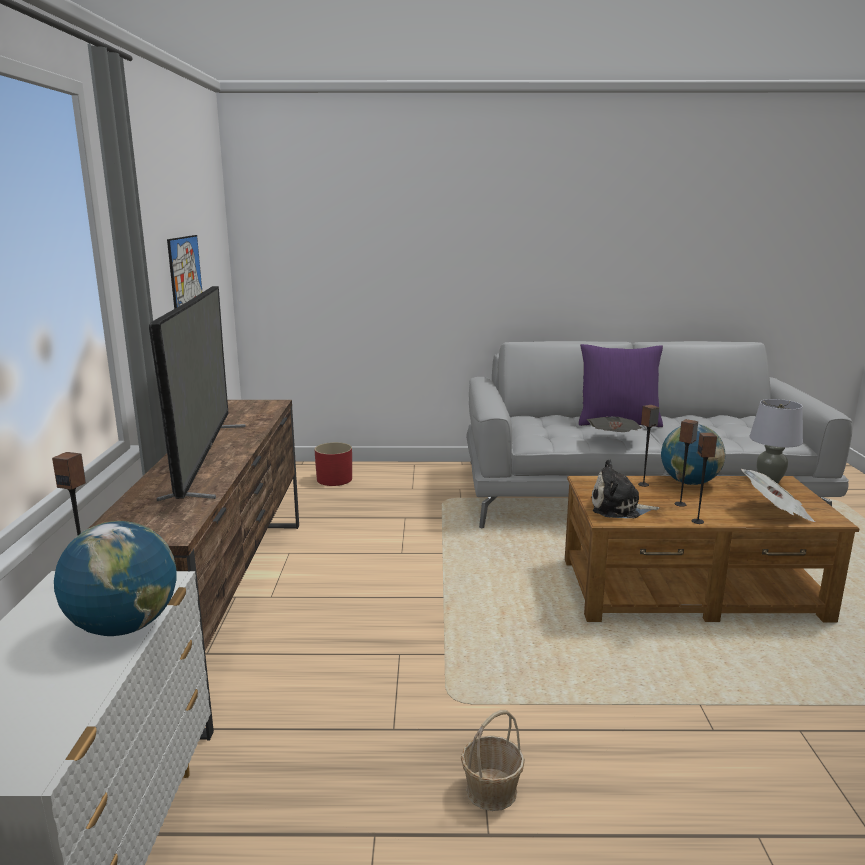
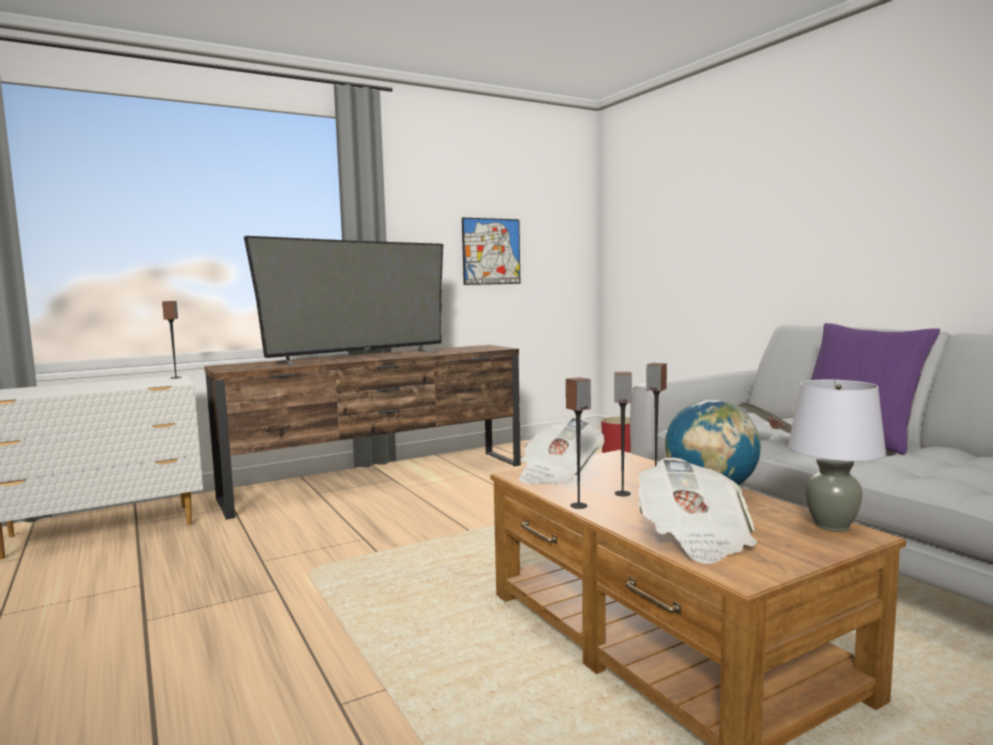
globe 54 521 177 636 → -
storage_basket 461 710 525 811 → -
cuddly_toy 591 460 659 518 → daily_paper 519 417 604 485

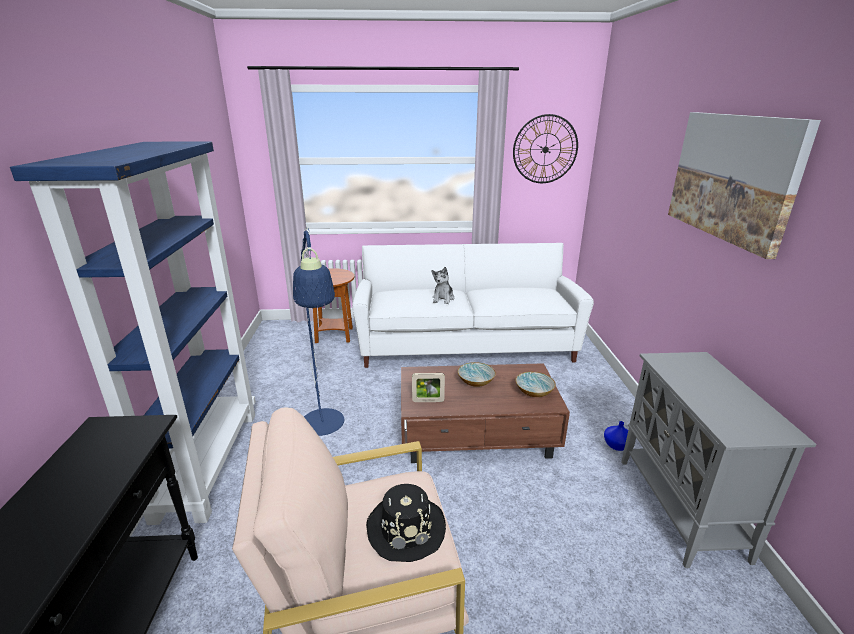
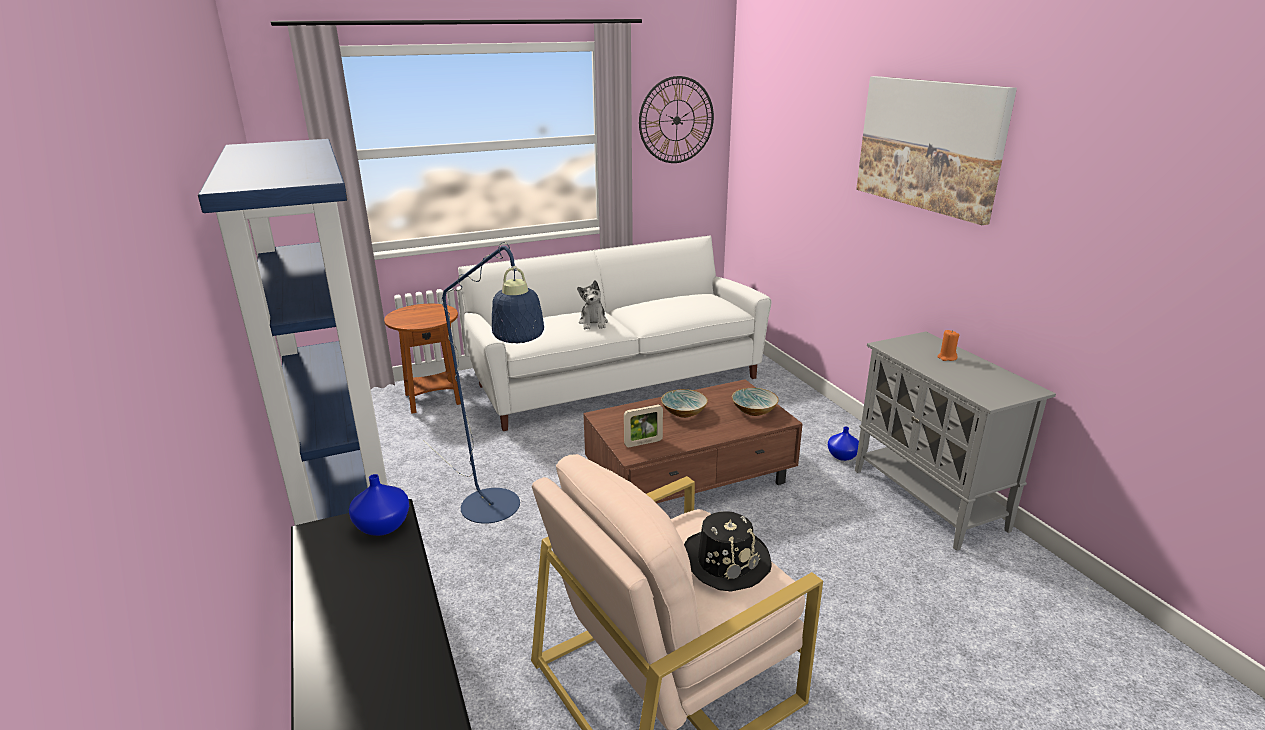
- → blue-coloured_vase 349 474 409 536
- → orangey_wax_candle 937 330 959 361

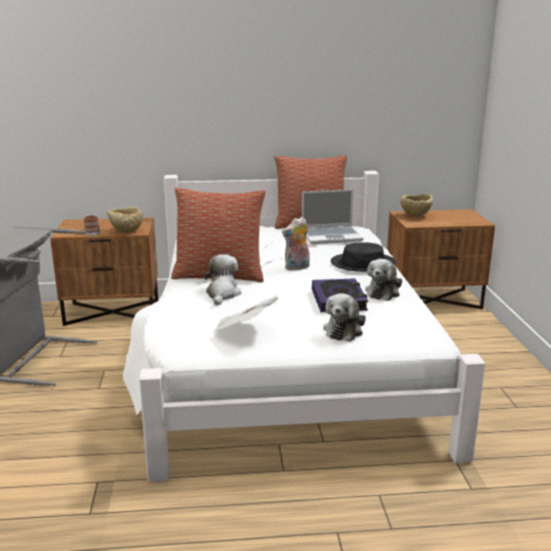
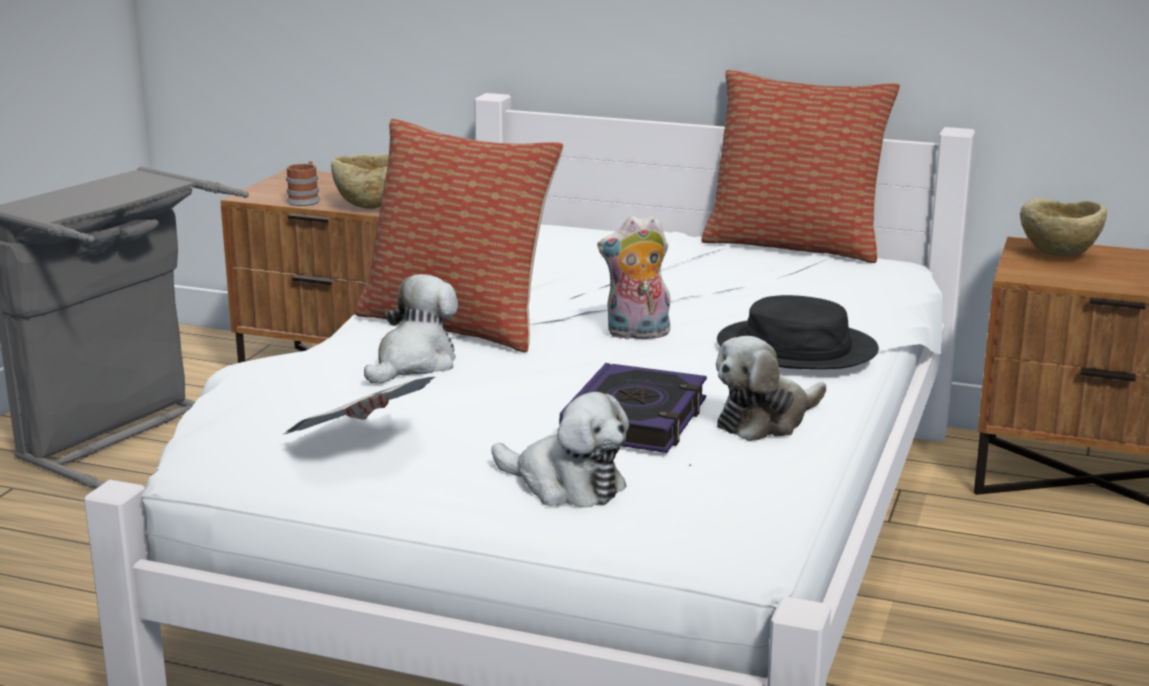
laptop 302 189 363 244 → -
cuddly_toy 323 293 366 342 → cuddly_toy 491 392 629 507, 105 degrees counterclockwise

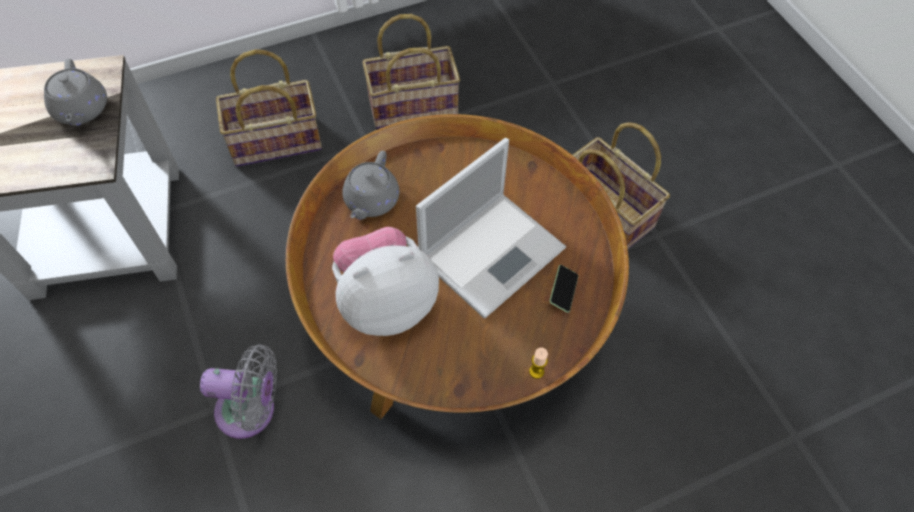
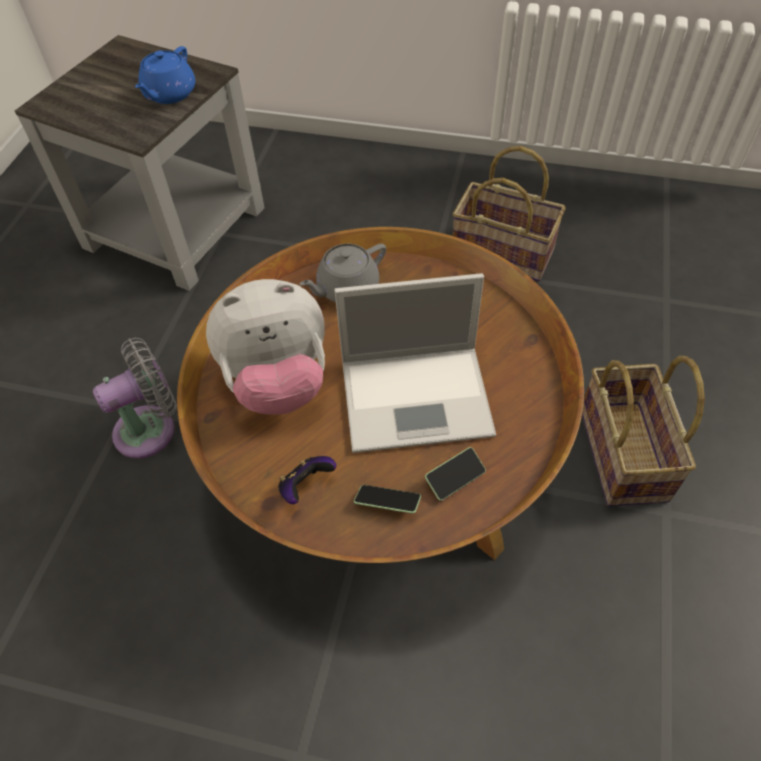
storage_basket 216 49 322 167 → -
wax_candle 529 347 548 379 → -
- → game_controller 278 456 336 504
- → phone 354 485 421 513
gray_teapot 44 59 107 126 → blue-coloured_teapot 135 46 195 104
gray_fan 200 344 277 439 → gray_fan 93 338 177 458, 75 degrees counterclockwise
cuddly_toy 332 227 439 336 → cuddly_toy 206 279 325 415, 150 degrees clockwise

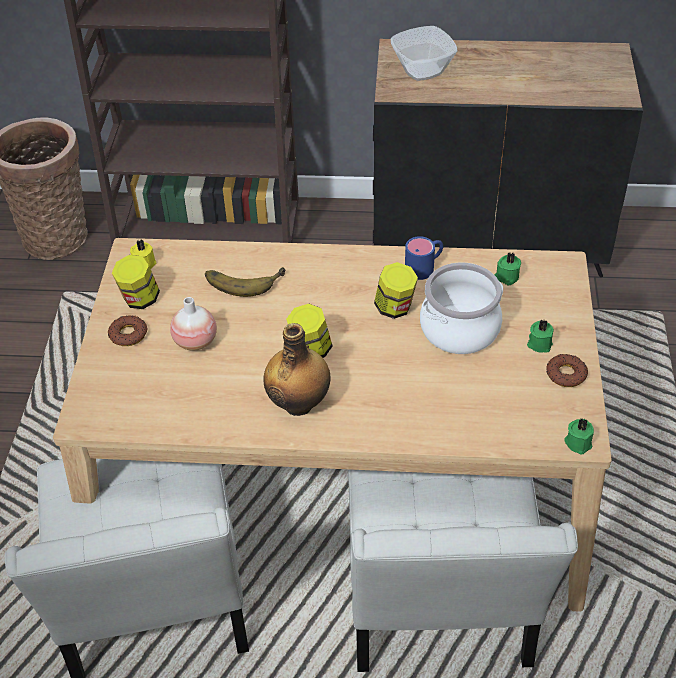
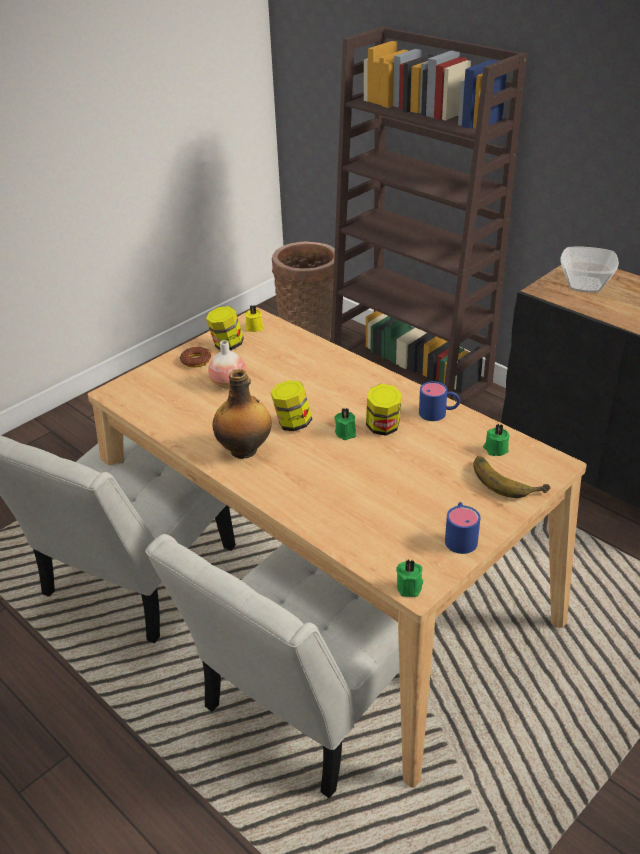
cooking_pot 420 262 503 354 → -
whole_banana 205 267 285 297 → whole_banana 473 456 550 498, shifted
green_wax_candle 527 319 554 353 → green_wax_candle 334 408 356 440, shifted
ring_doughnut 546 354 588 387 → blue-coloured_mug 445 502 480 554

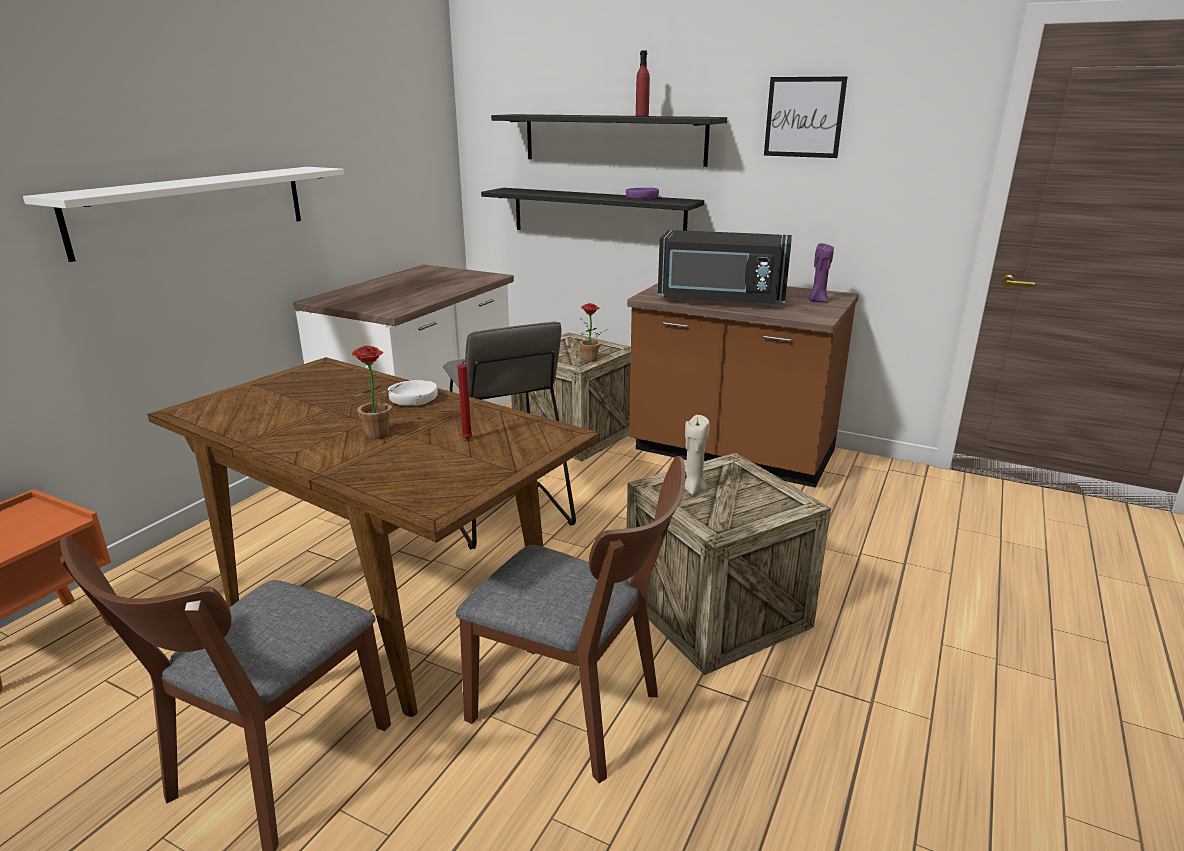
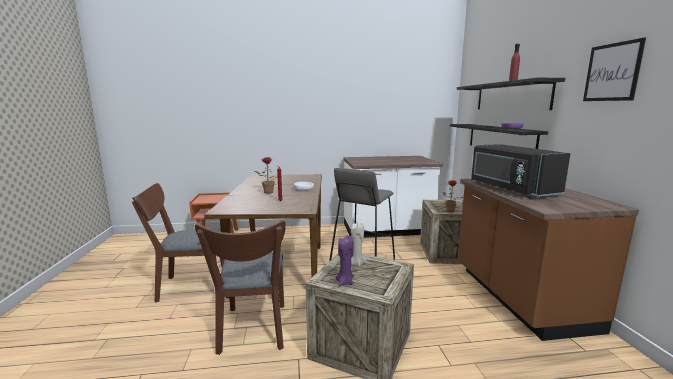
white_bracket_shelf 23 167 344 262 → -
purple-coloured_wax_candle 809 243 834 302 → purple-coloured_wax_candle 336 235 353 286, shifted

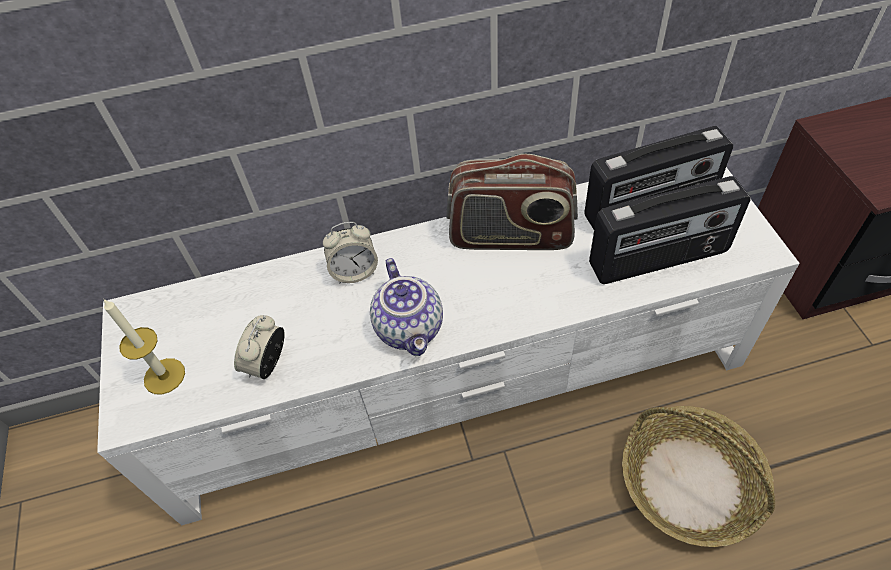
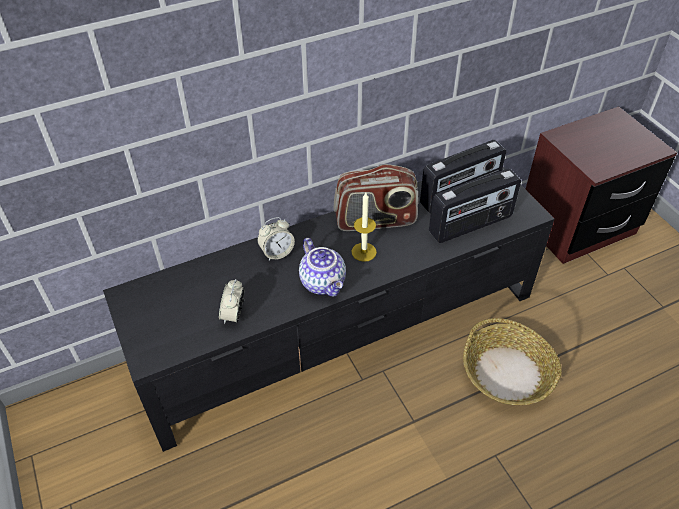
wax_candle 104 300 185 394 → wax_candle 351 193 377 262, shifted
white_tv_unit 97 167 800 525 → black-coloured_tv_unit 103 167 554 452

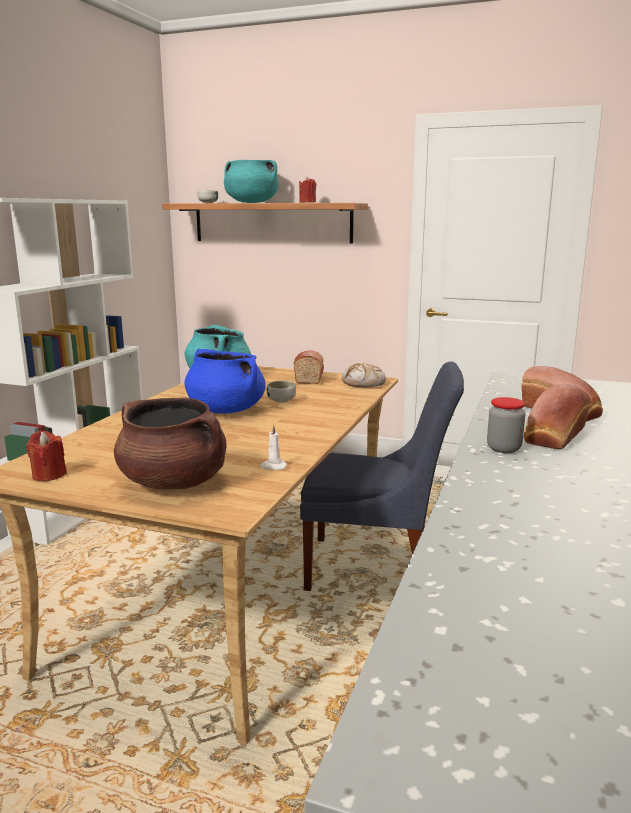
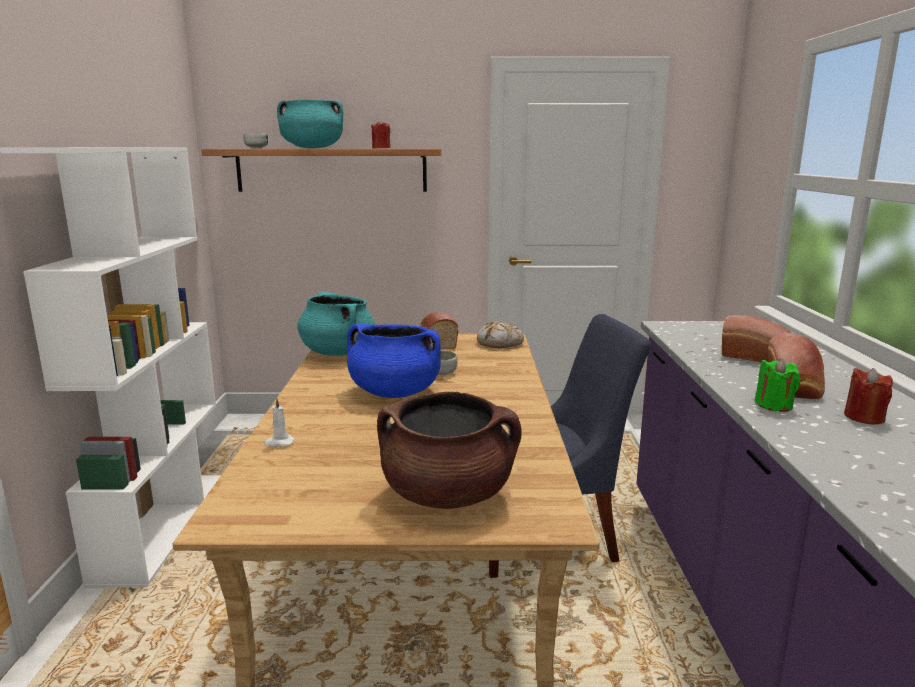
red-coloured_wax_candle 26 431 67 481 → red-coloured_wax_candle 844 368 893 424, shifted
white_wax_candle 260 424 287 470 → white_wax_candle 264 398 295 447, shifted
preserve_jar 487 397 525 453 → green_wax_candle 755 358 800 412

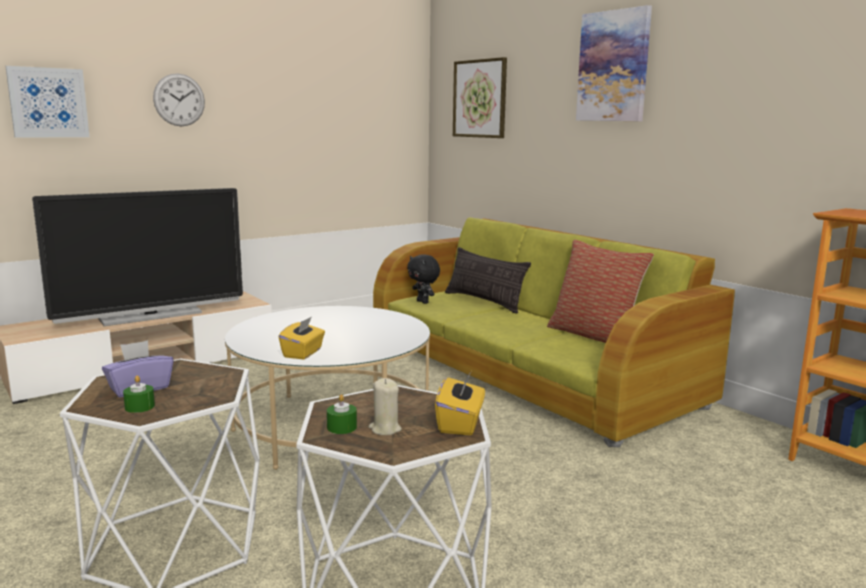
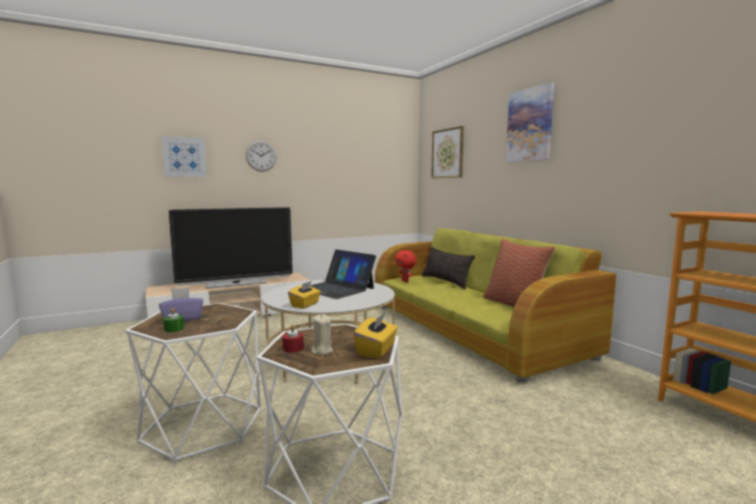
- → laptop 310 249 376 299
green_wax_candle 327 394 357 434 → red-coloured_wax_candle 282 325 304 353
black-coloured_cuddly_toy 407 254 440 304 → red-coloured_cuddly_toy 395 250 416 282

